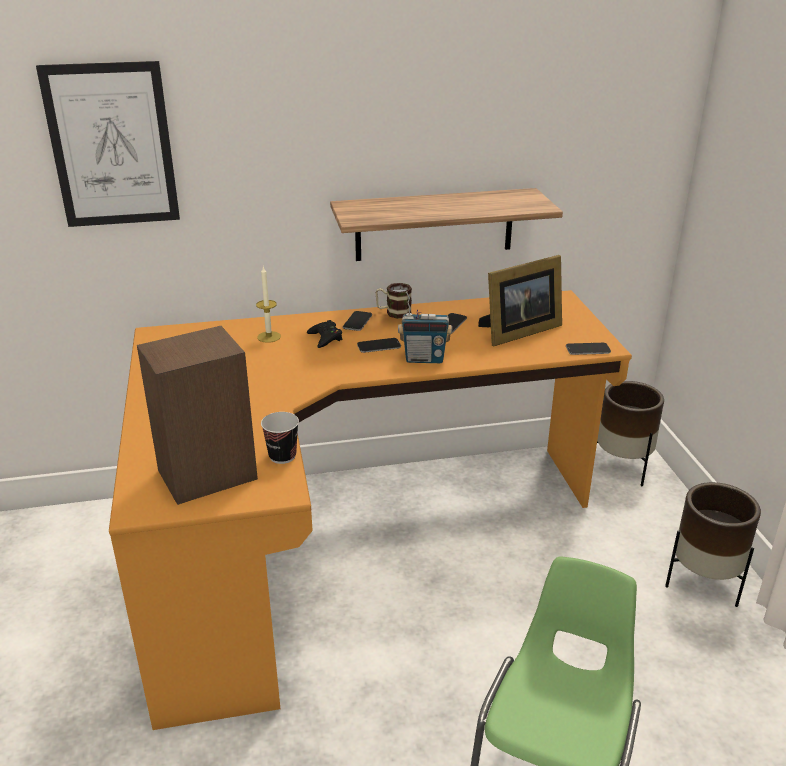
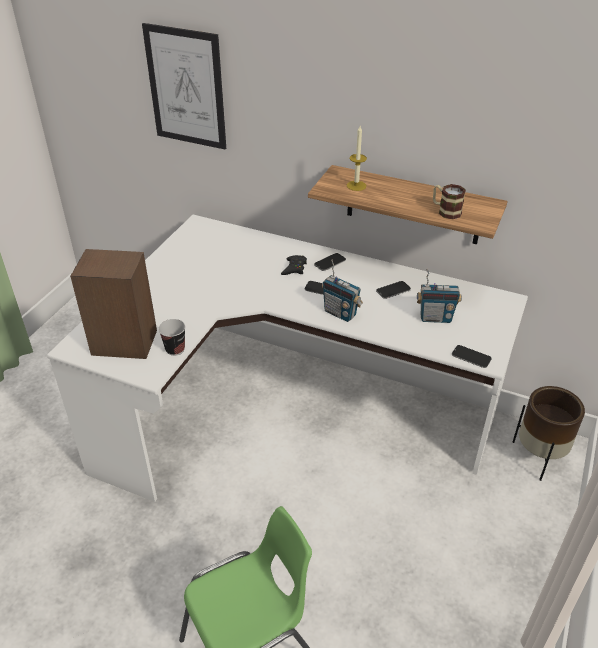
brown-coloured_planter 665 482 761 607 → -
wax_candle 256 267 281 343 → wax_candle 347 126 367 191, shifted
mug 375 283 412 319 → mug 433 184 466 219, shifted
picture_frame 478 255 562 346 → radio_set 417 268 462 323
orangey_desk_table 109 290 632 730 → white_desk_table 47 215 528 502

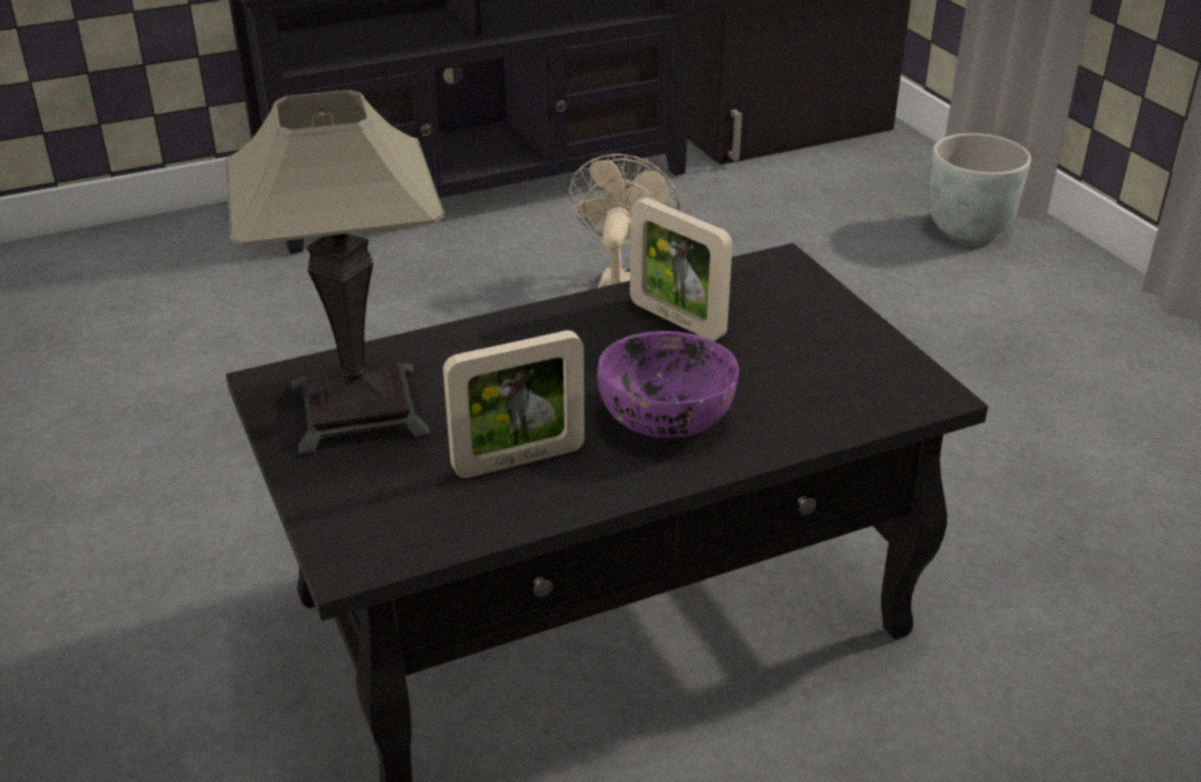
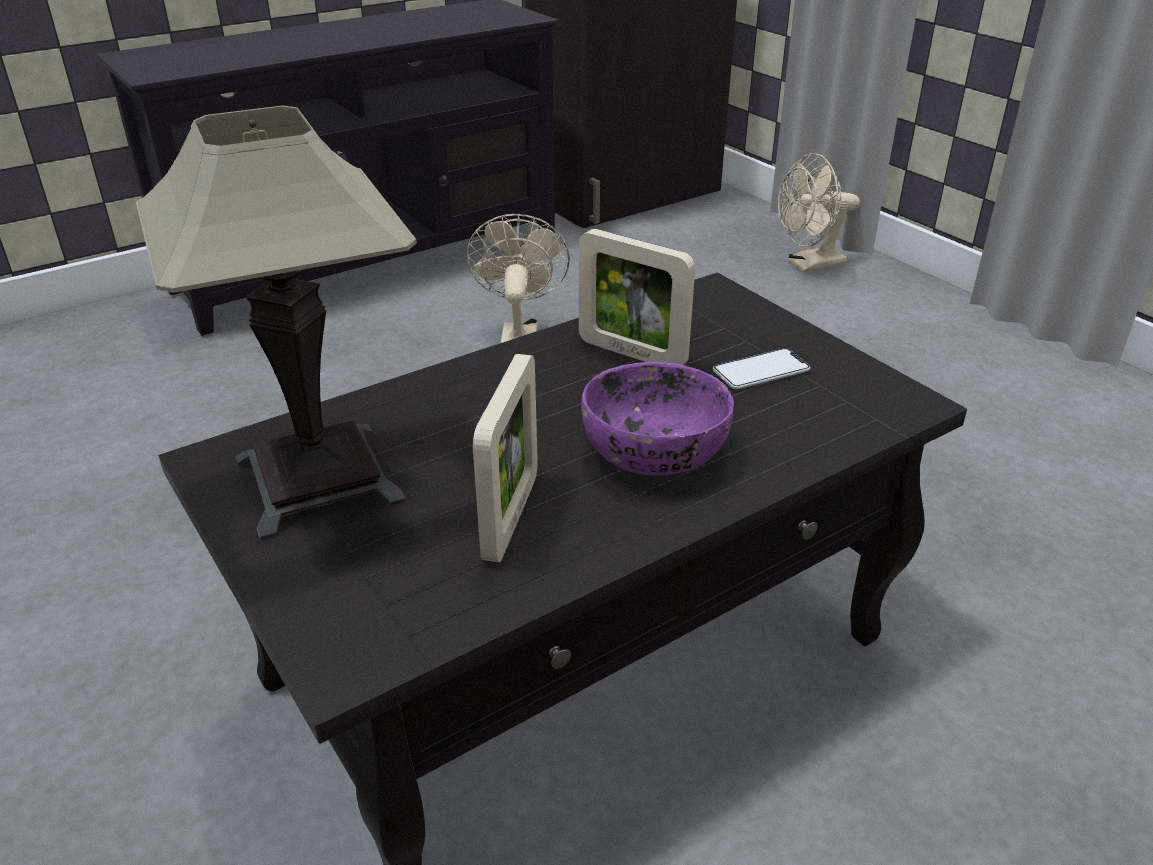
- → phone 713 348 811 389
gray_planter 929 133 1031 241 → beige-coloured_fan 778 153 860 272
picture_frame 443 330 585 478 → picture_frame 473 354 538 562, 45 degrees counterclockwise

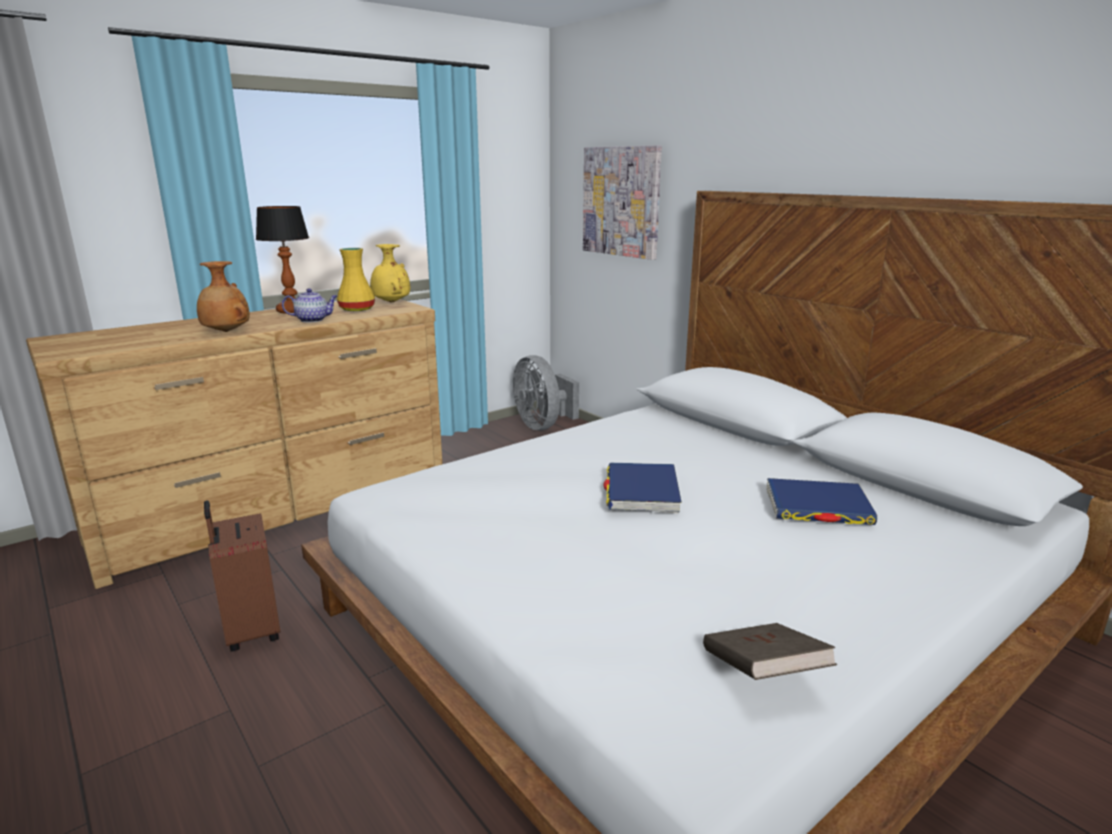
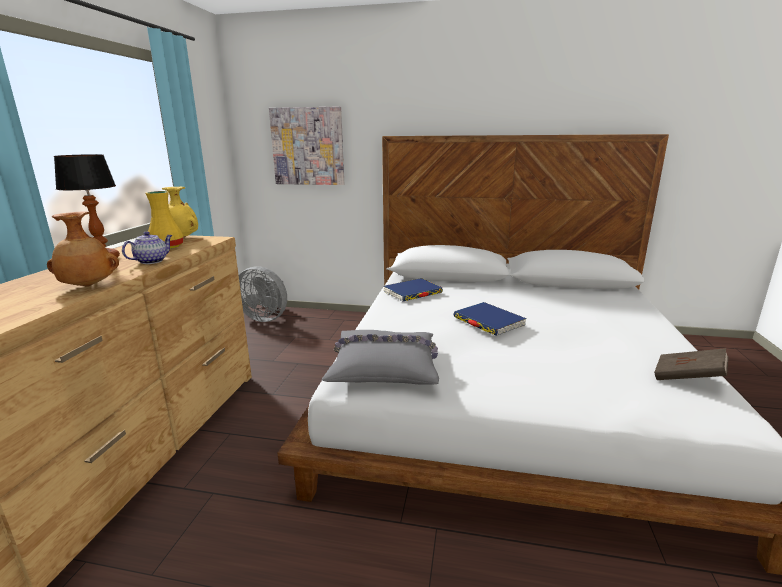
brown-coloured_piece_of_luggage 204 500 280 652 → -
- → gray_throw_pillow 322 330 439 385
blue-coloured_volume 766 478 877 525 → blue-coloured_volume 384 278 443 301, shifted

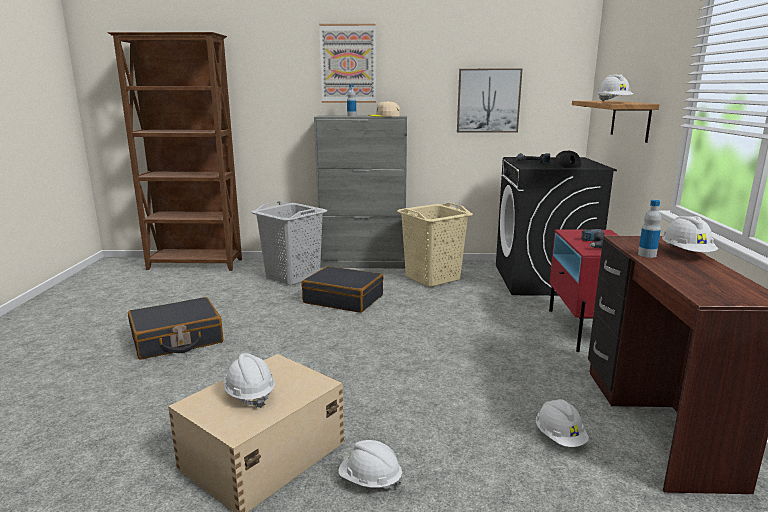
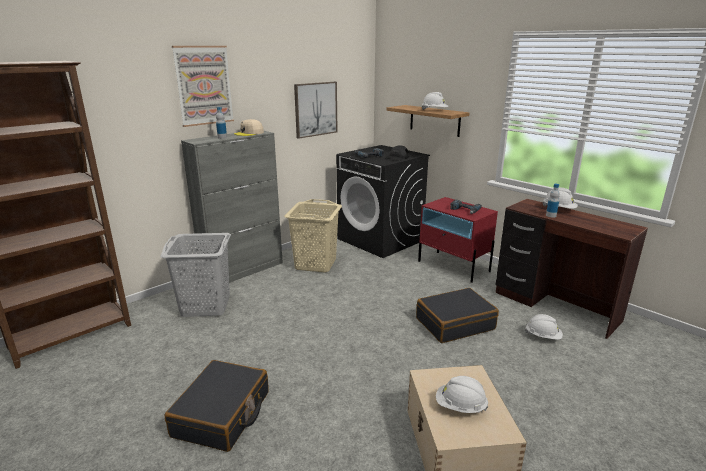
white_safety_helmet 338 440 403 489 → -
black-coloured_piece_of_luggage 302 266 384 313 → black-coloured_piece_of_luggage 416 288 499 343, shifted

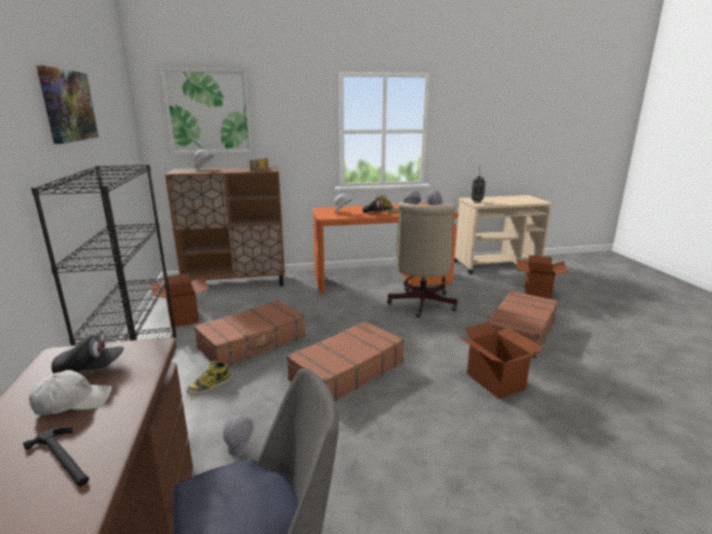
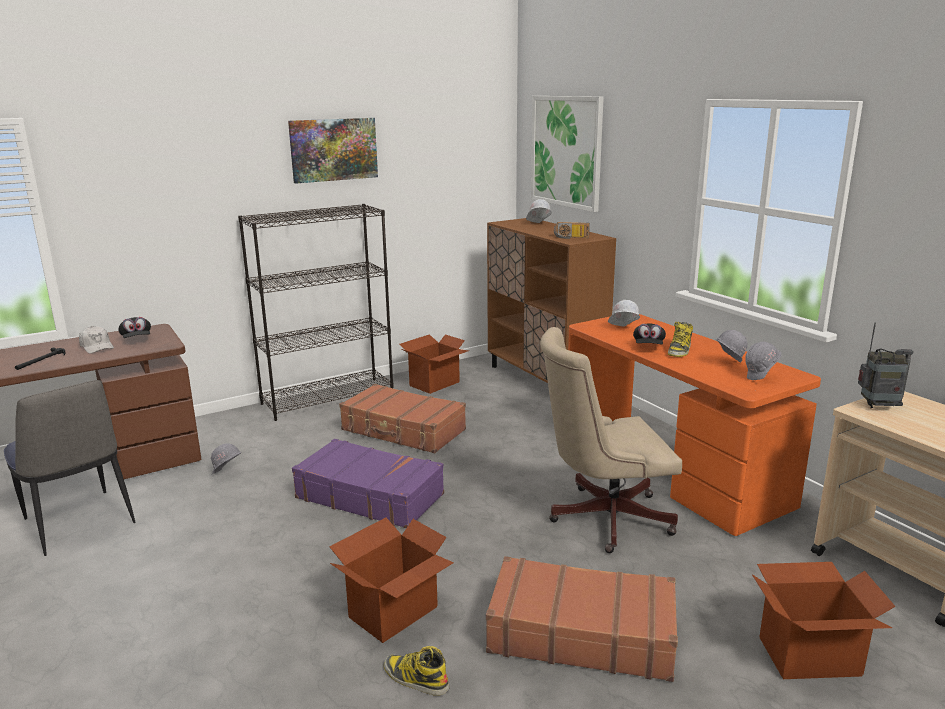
tall_boot 186 361 231 394 → tall_boot 384 646 450 696, shifted
brown-coloured_piece_of_luggage 287 321 404 402 → purple-coloured_piece_of_luggage 292 439 444 528

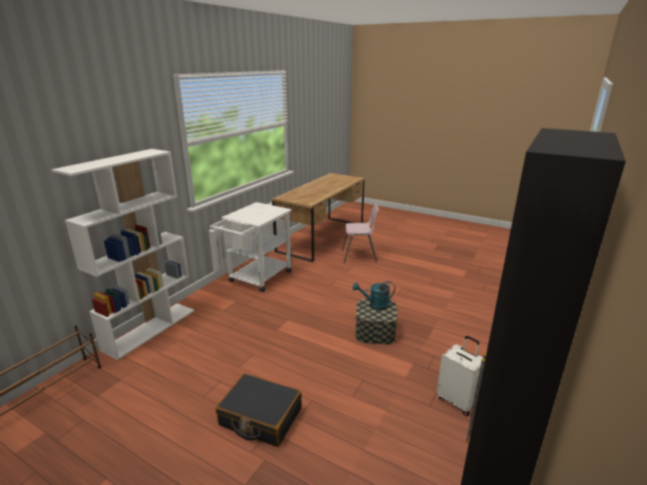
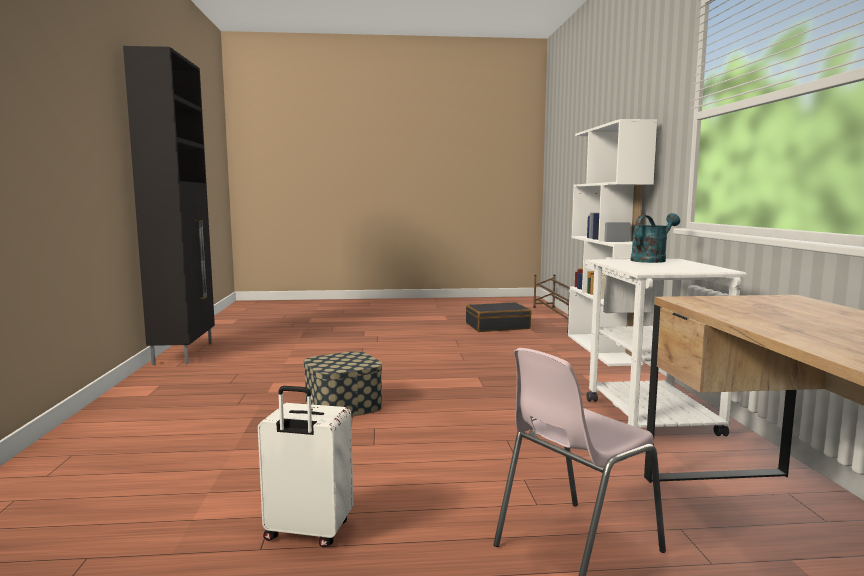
black-coloured_piece_of_luggage 216 374 302 447 → black-coloured_piece_of_luggage 466 302 532 332, shifted
blue-green_watering_can 353 281 395 310 → blue-green_watering_can 631 213 680 263, shifted
white_piece_of_luggage 437 336 485 416 → white_piece_of_luggage 258 386 353 548, shifted

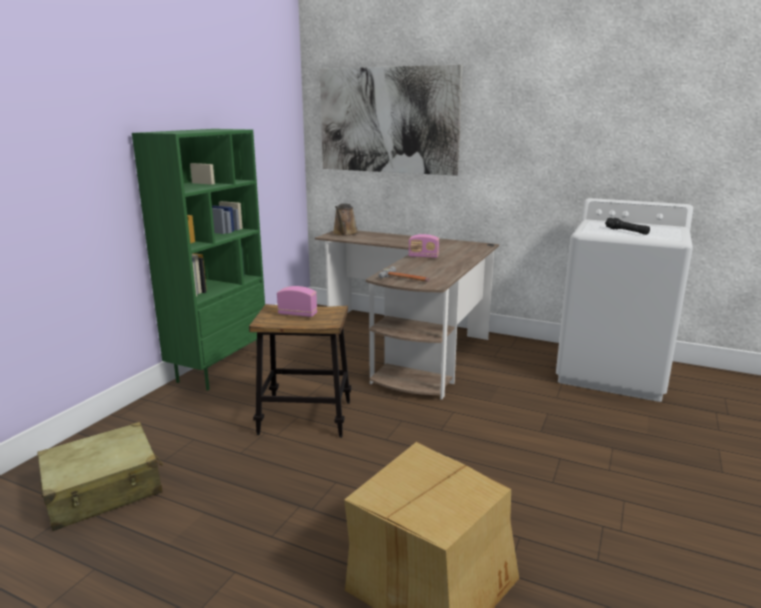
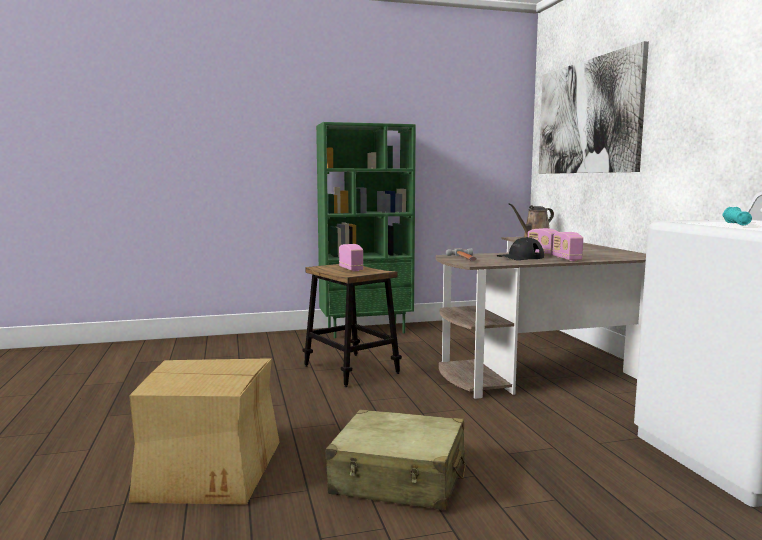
- → black-coloured_baseball_cap 497 237 544 260
- → radio_set 553 232 583 261
beige-coloured_piece_of_luggage 37 422 163 531 → beige-coloured_piece_of_luggage 325 409 466 510, shifted
black-coloured_flashlight 605 218 650 235 → blue-green_flashlight 723 207 752 225

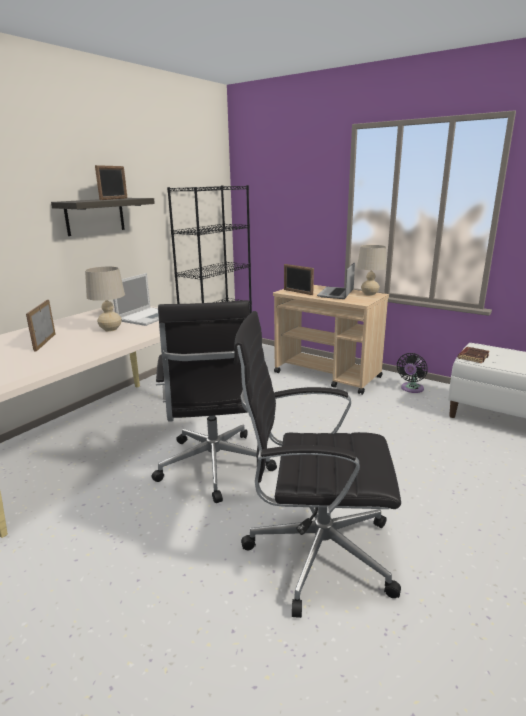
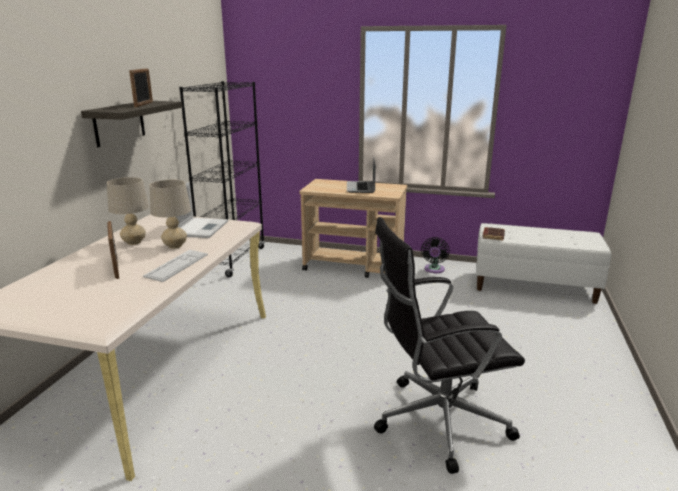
black-coloured_desk_chair 152 300 277 503 → -
picture_frame 284 264 314 295 → -
- → computer_keyboard 143 250 208 282
beige-coloured_lamp_for_a_table 357 245 386 296 → beige-coloured_lamp_for_a_table 107 177 149 245, shifted

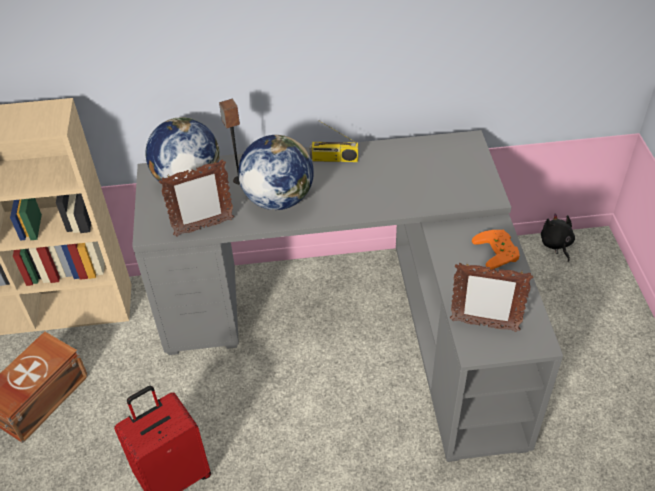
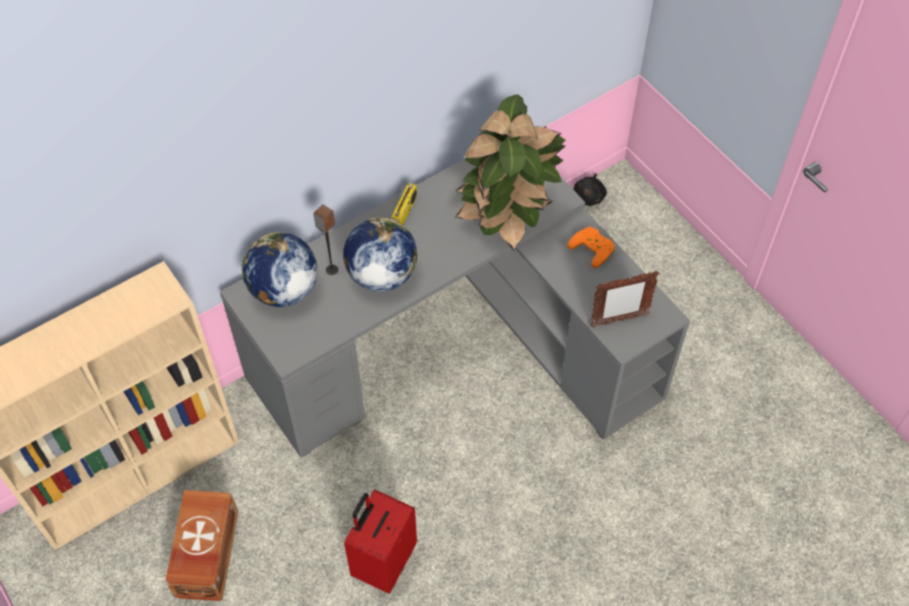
picture_frame 159 159 234 237 → -
- → houseplant 455 94 566 251
radio_set 310 120 358 162 → radio_set 391 183 417 225, 45 degrees counterclockwise
black-coloured_cuddly_toy 541 214 575 262 → black-coloured_cuddly_toy 573 174 607 206, 120 degrees counterclockwise

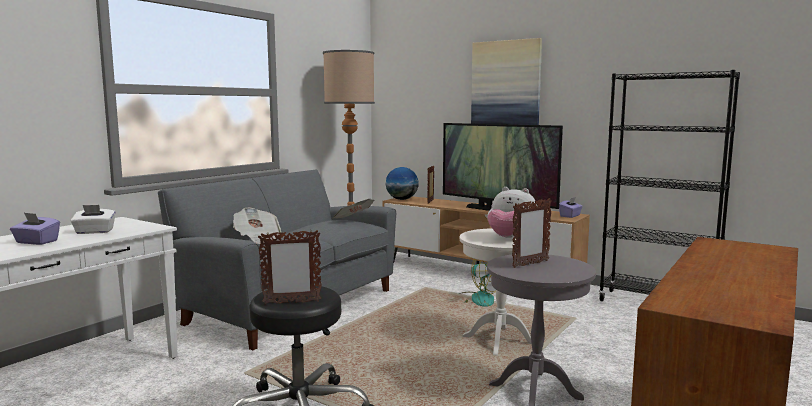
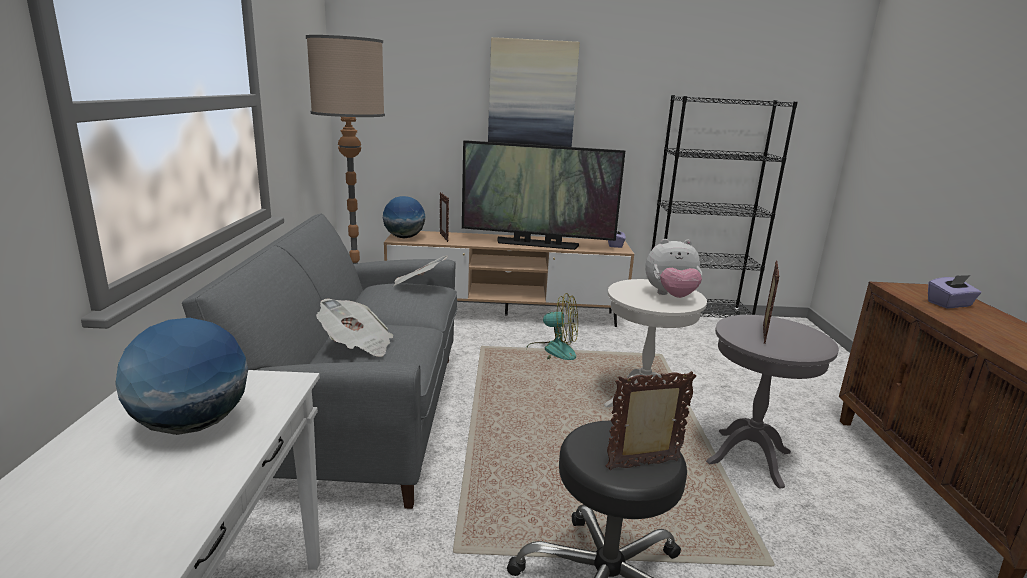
purple-coloured_tissue_box 10 213 60 245 → purple-coloured_tissue_box 928 275 981 308, shifted
white_tissue_box 71 205 116 234 → globe 115 318 248 435
picture_frame 258 230 322 305 → picture_frame 606 371 696 470, 150 degrees counterclockwise

